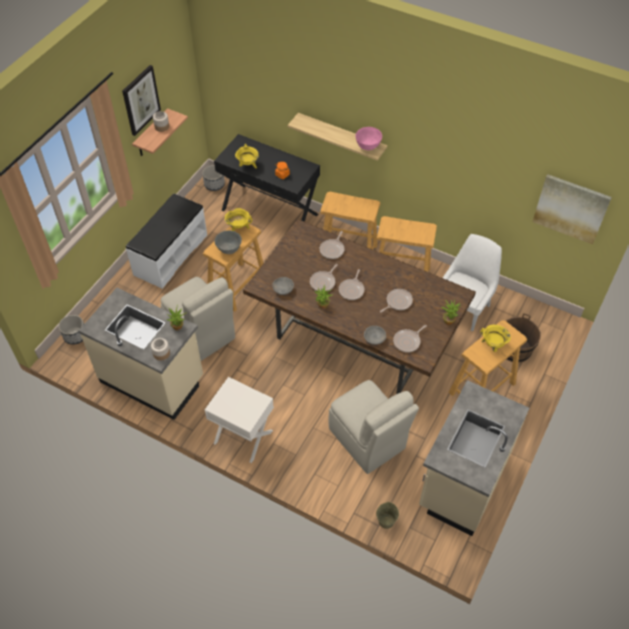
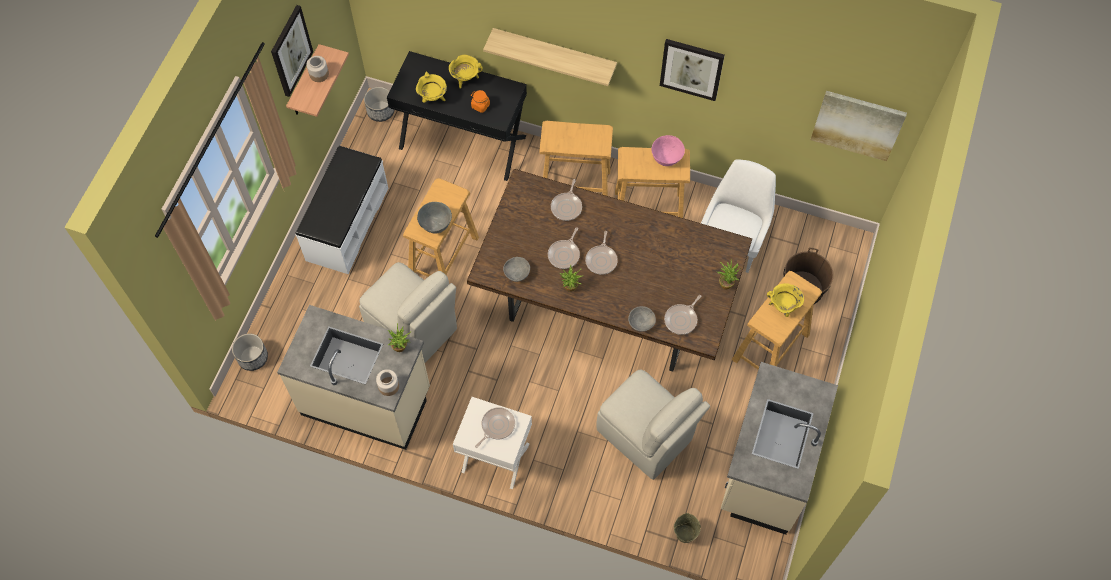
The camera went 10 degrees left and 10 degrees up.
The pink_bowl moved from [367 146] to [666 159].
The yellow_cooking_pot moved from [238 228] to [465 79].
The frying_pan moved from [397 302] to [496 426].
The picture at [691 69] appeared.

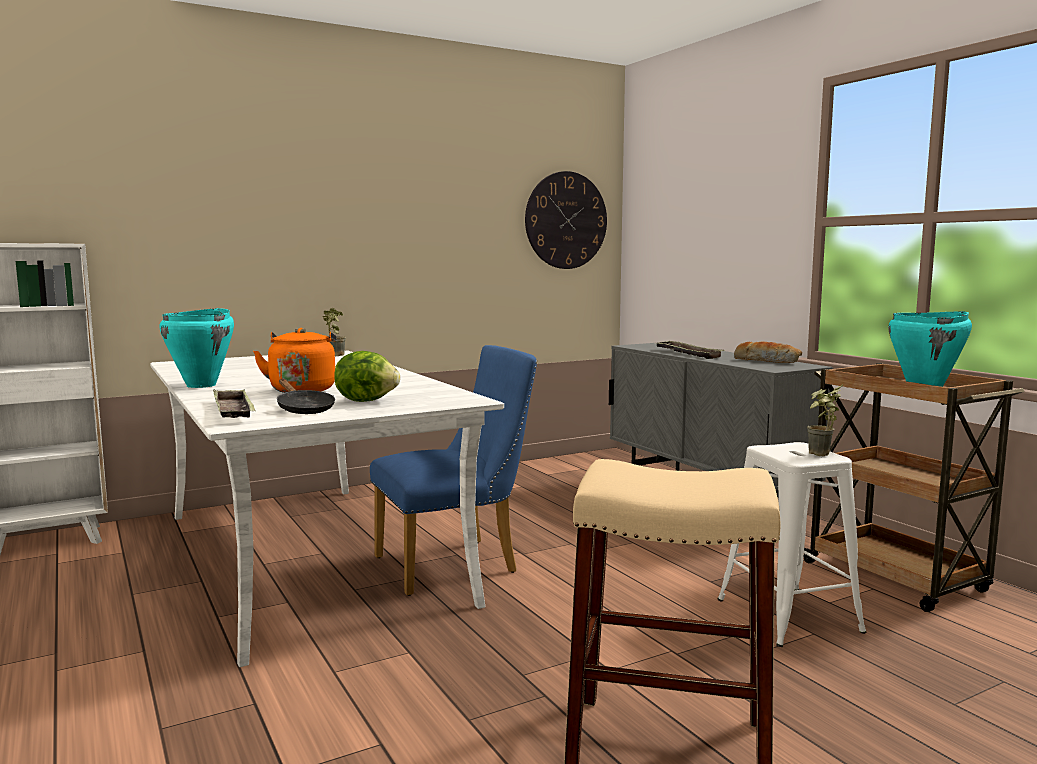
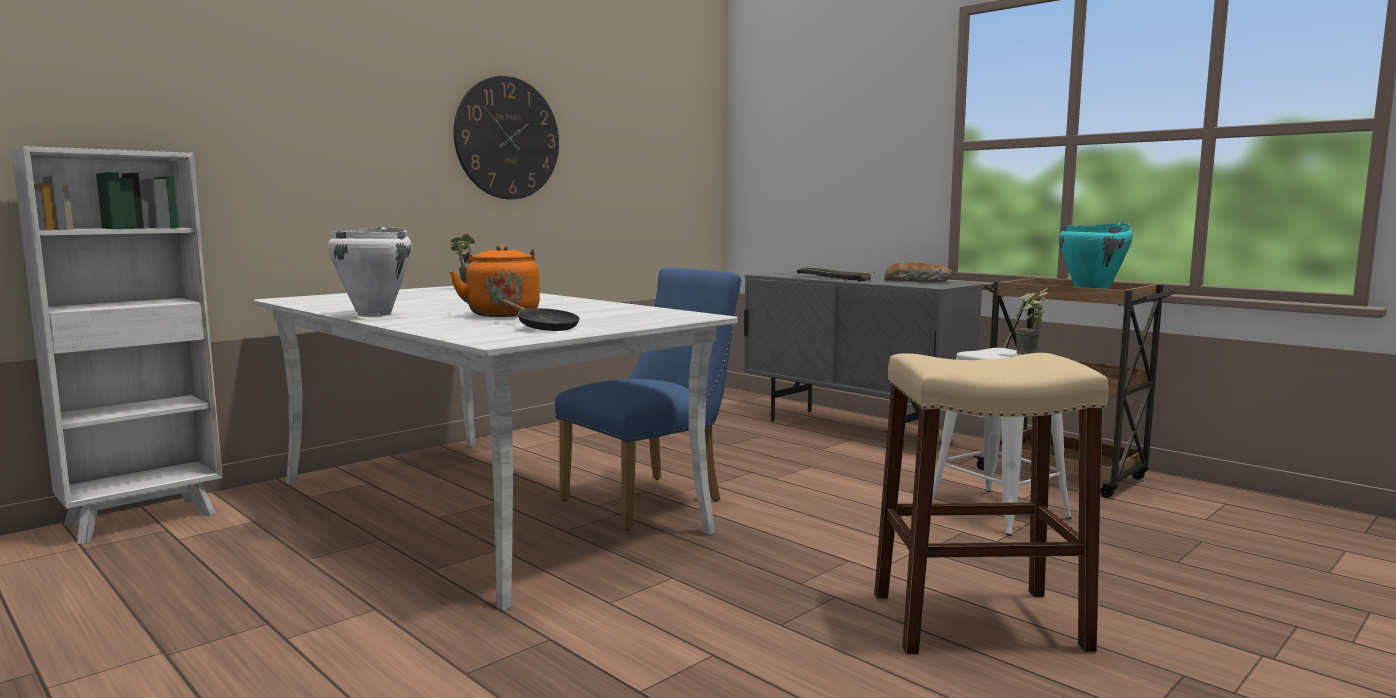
The camera went 15 degrees left and 0 degrees up.
The wall_clock moved from [566 220] to [507 138].
The turquoise_cooking_pot at [202 385] became the white_cooking_pot at [375 314].
The lettuce at [367 401] disappeared.
The tray at [233 411] disappeared.

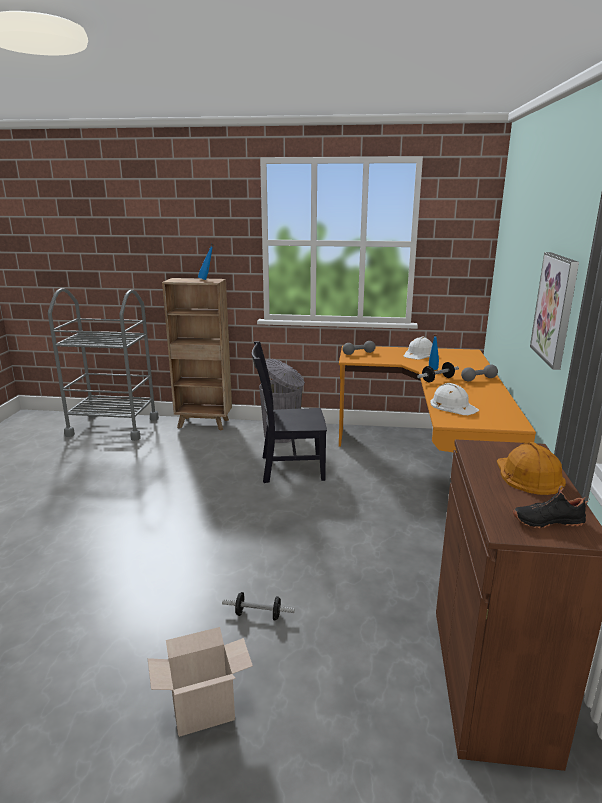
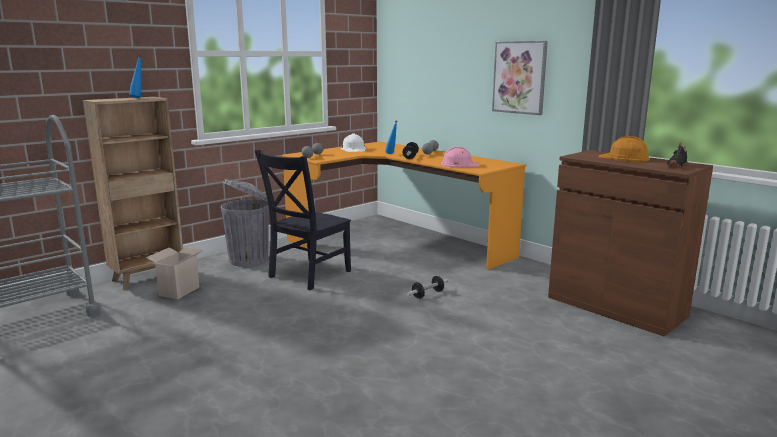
The camera went 50 degrees left and 5 degrees down.
The white_hard_hat at [453 406] became the pink_hard_hat at [459 164].
The dumbbell moved from [258 615] to [427 294].
The cardboard_box moved from [205 709] to [179 291].

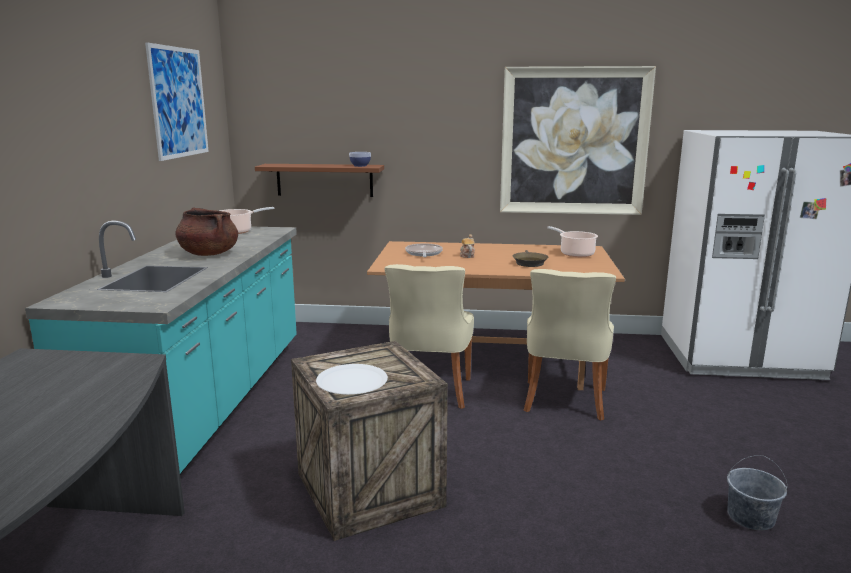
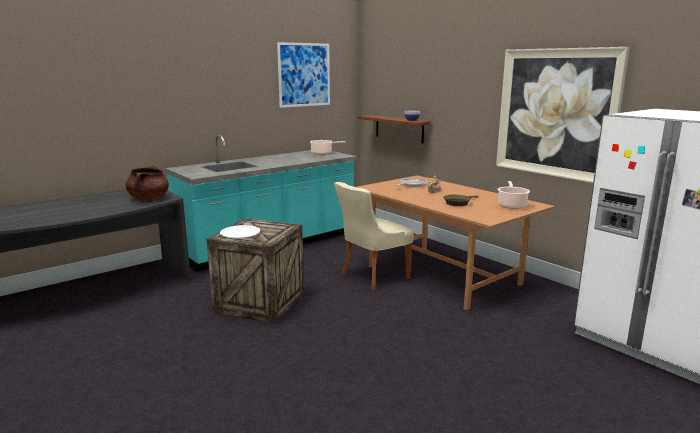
The camera went 45 degrees right and 0 degrees up.
The brown_cooking_pot moved from [209 254] to [149 198].
The beige_chair at [564 401] disappeared.
The grey_bucket at [750 517] disappeared.

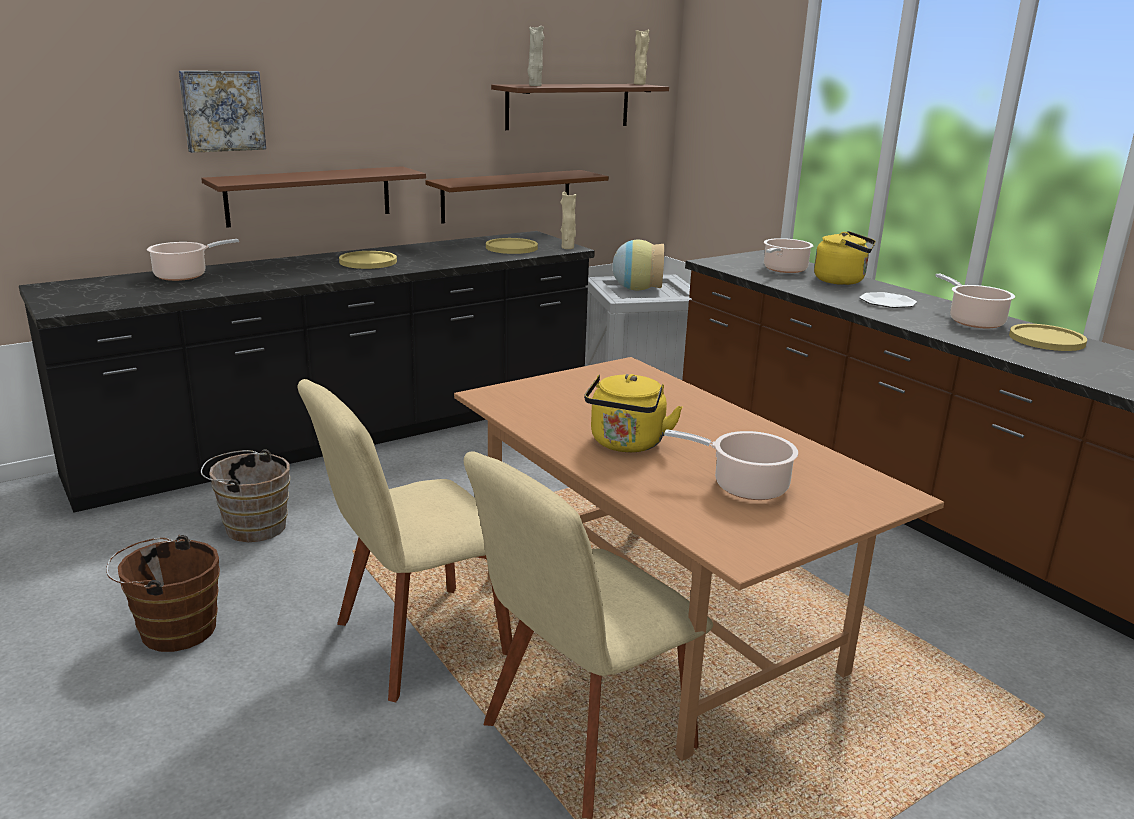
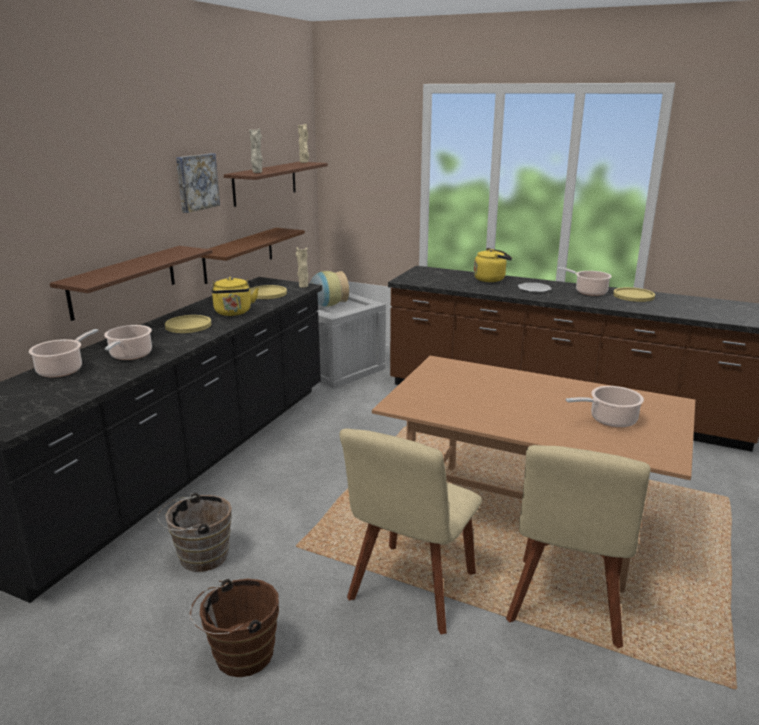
The camera went 30 degrees left and 0 degrees up.
The picture moved from [222 111] to [196 182].
The cooking_pot moved from [784 270] to [130 355].
The yellow_kettle moved from [626 444] to [233 313].

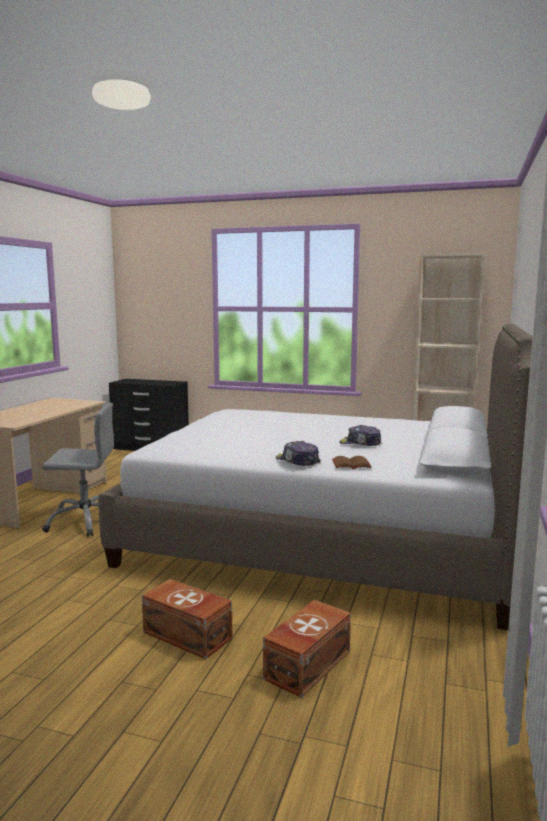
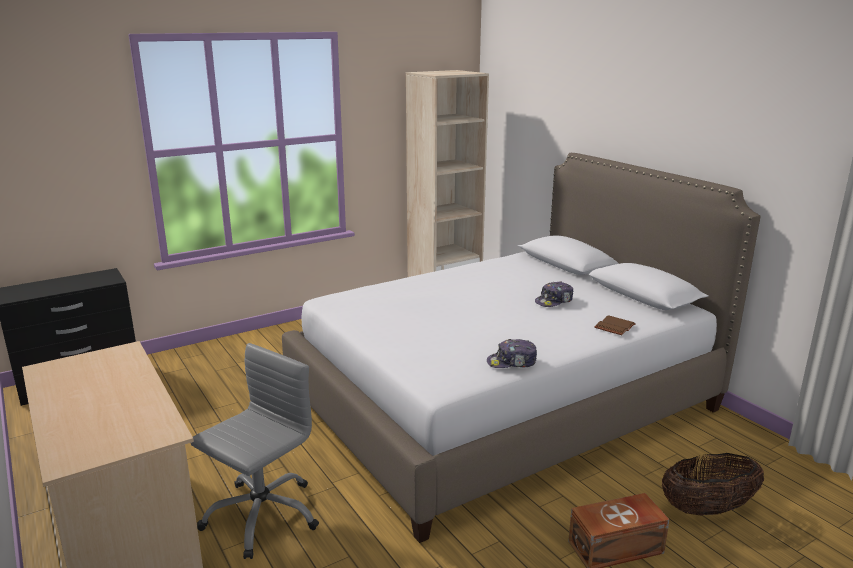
The camera went 50 degrees left and 10 degrees up.
The cap moved from [297 461] to [512 362].
The brown_storage_box at [306 665] was replaced by the basket at [707 508].

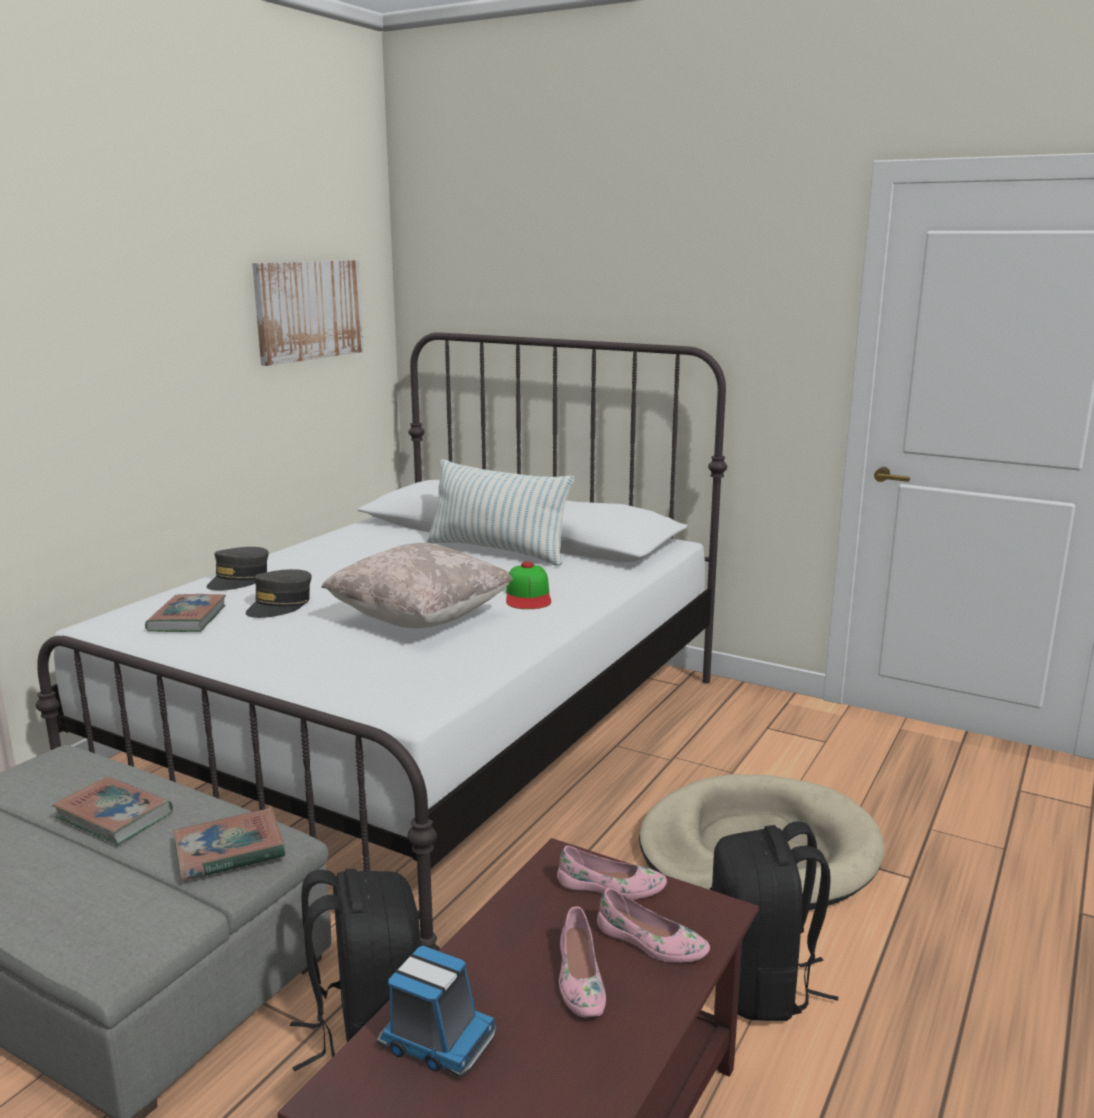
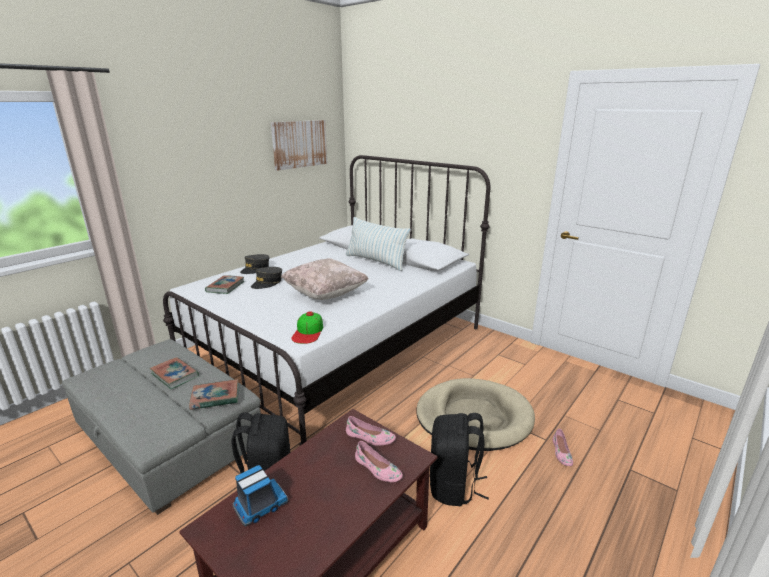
The camera went 10 degrees right and 5 degrees up.
The cap moved from [528 595] to [308 332].
The pink_shoe moved from [579 979] to [561 453].
The toy_truck at [435 1040] turned 75 degrees counterclockwise.

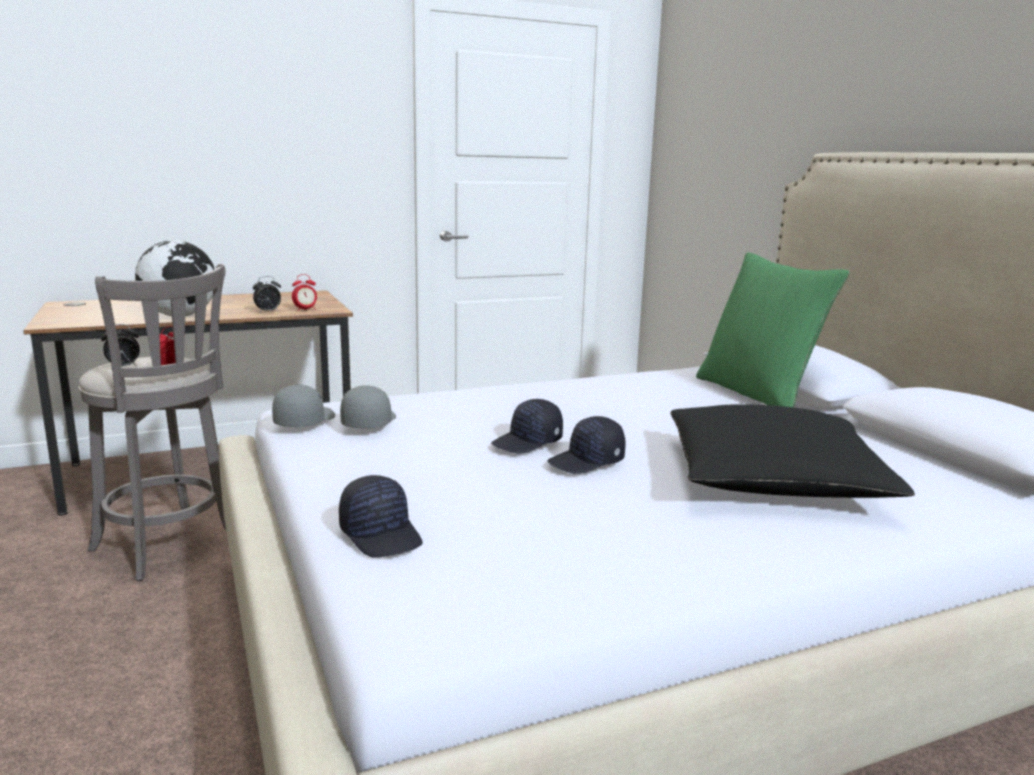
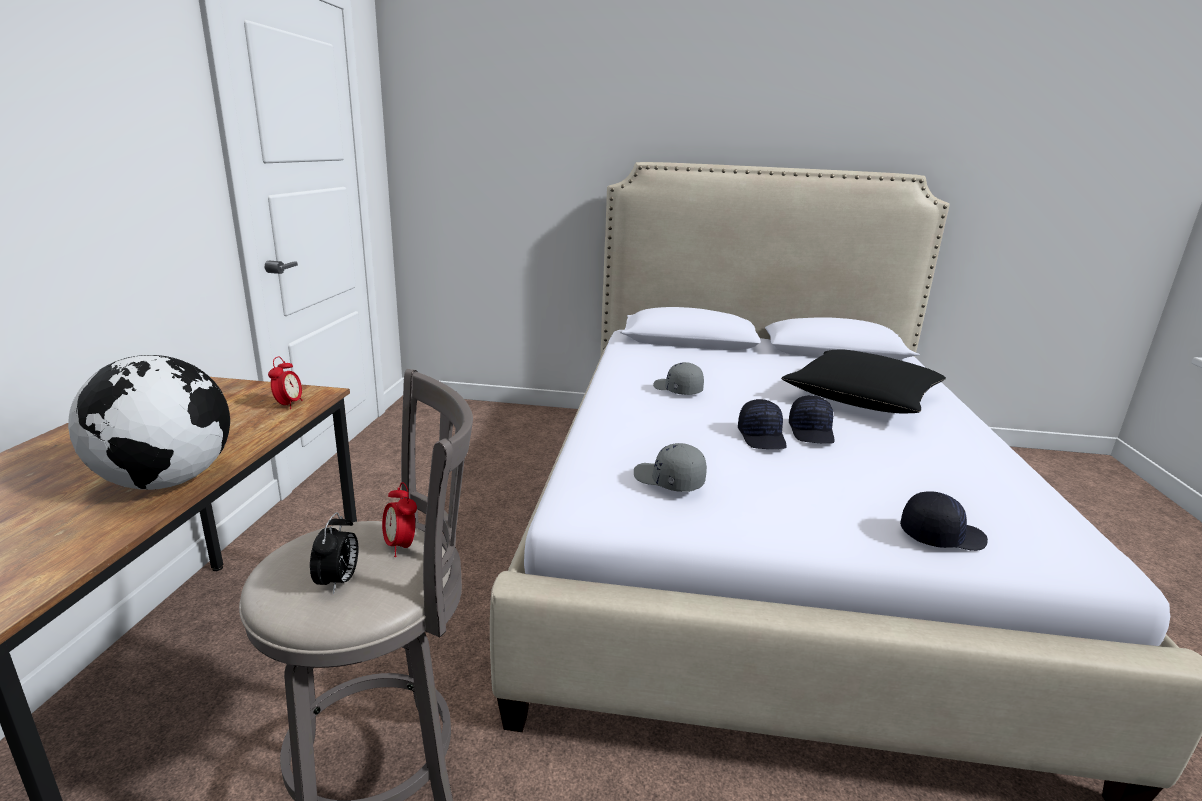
The camera went 60 degrees left and 5 degrees up.
The green_pillow at [758 394] disappeared.
The alarm_clock at [268 312] disappeared.
The grey_cap moved from [304 421] to [677 390].

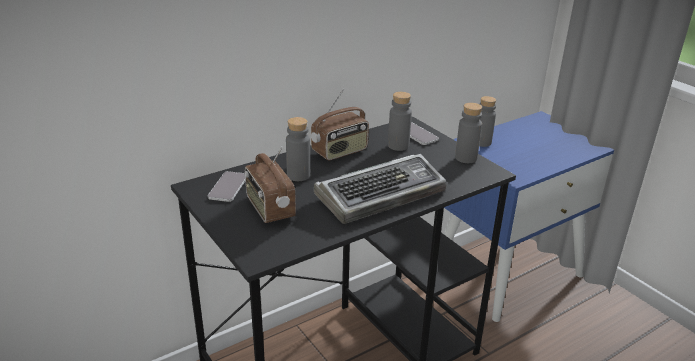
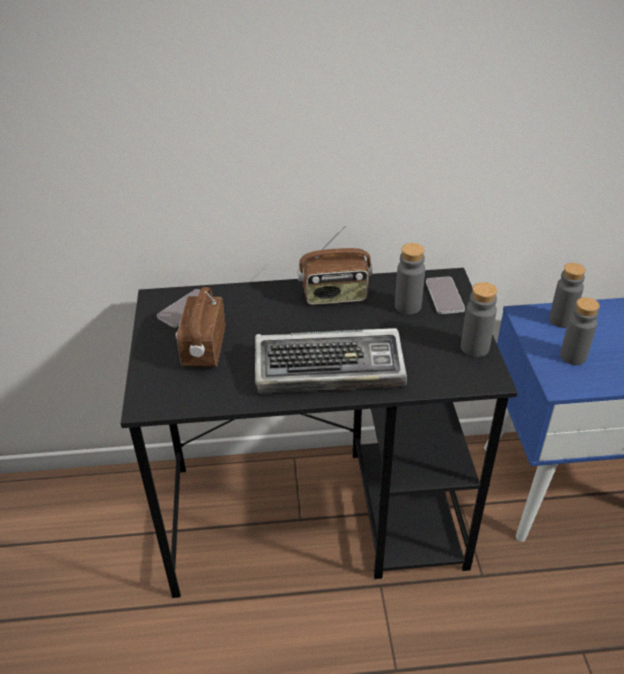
The camera went 30 degrees right and 10 degrees up.
The grey_bottle moved from [298 175] to [573 356].

